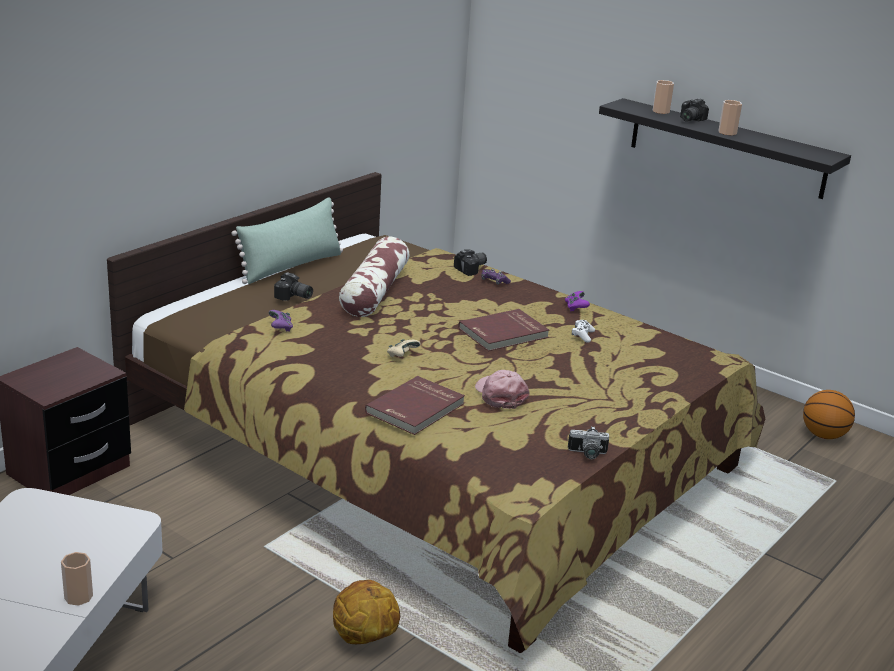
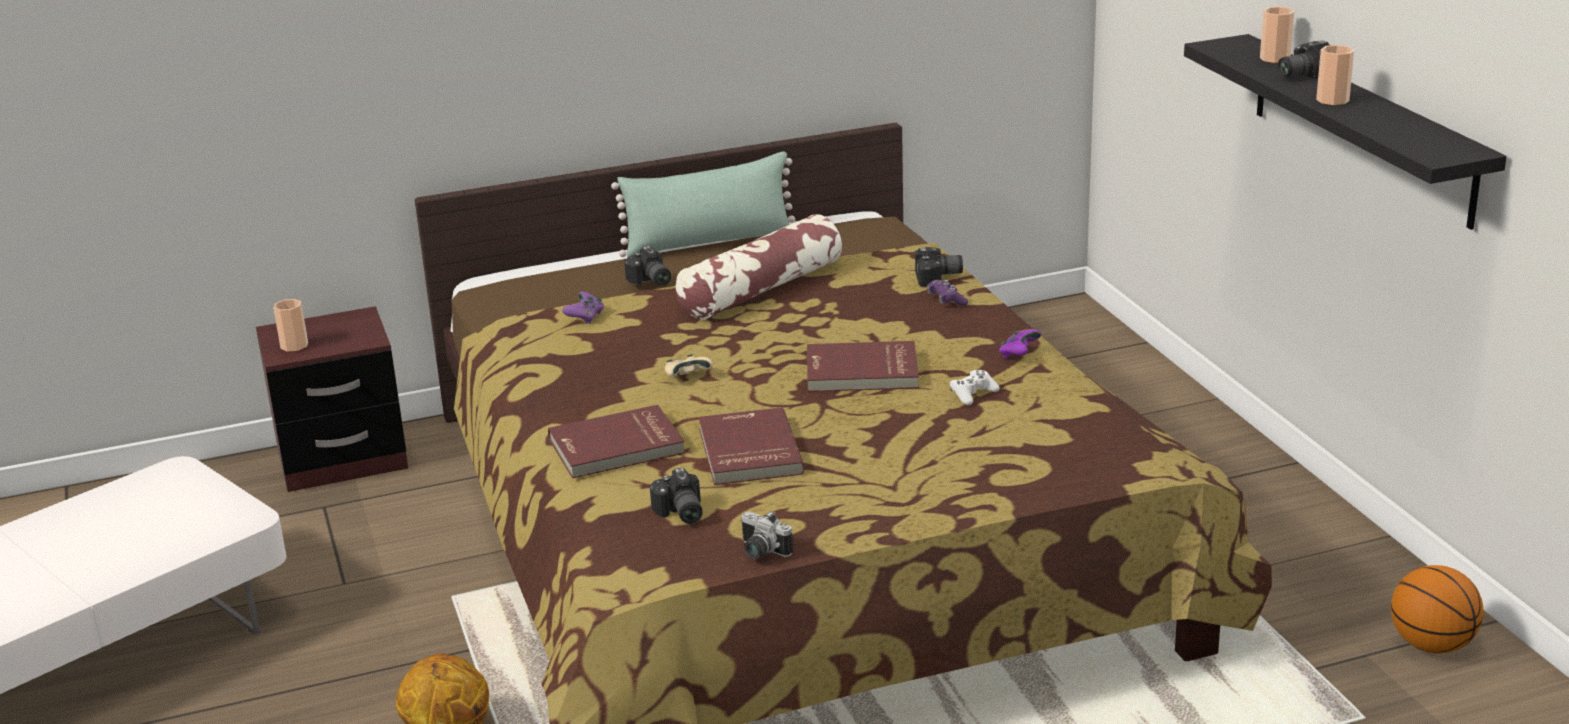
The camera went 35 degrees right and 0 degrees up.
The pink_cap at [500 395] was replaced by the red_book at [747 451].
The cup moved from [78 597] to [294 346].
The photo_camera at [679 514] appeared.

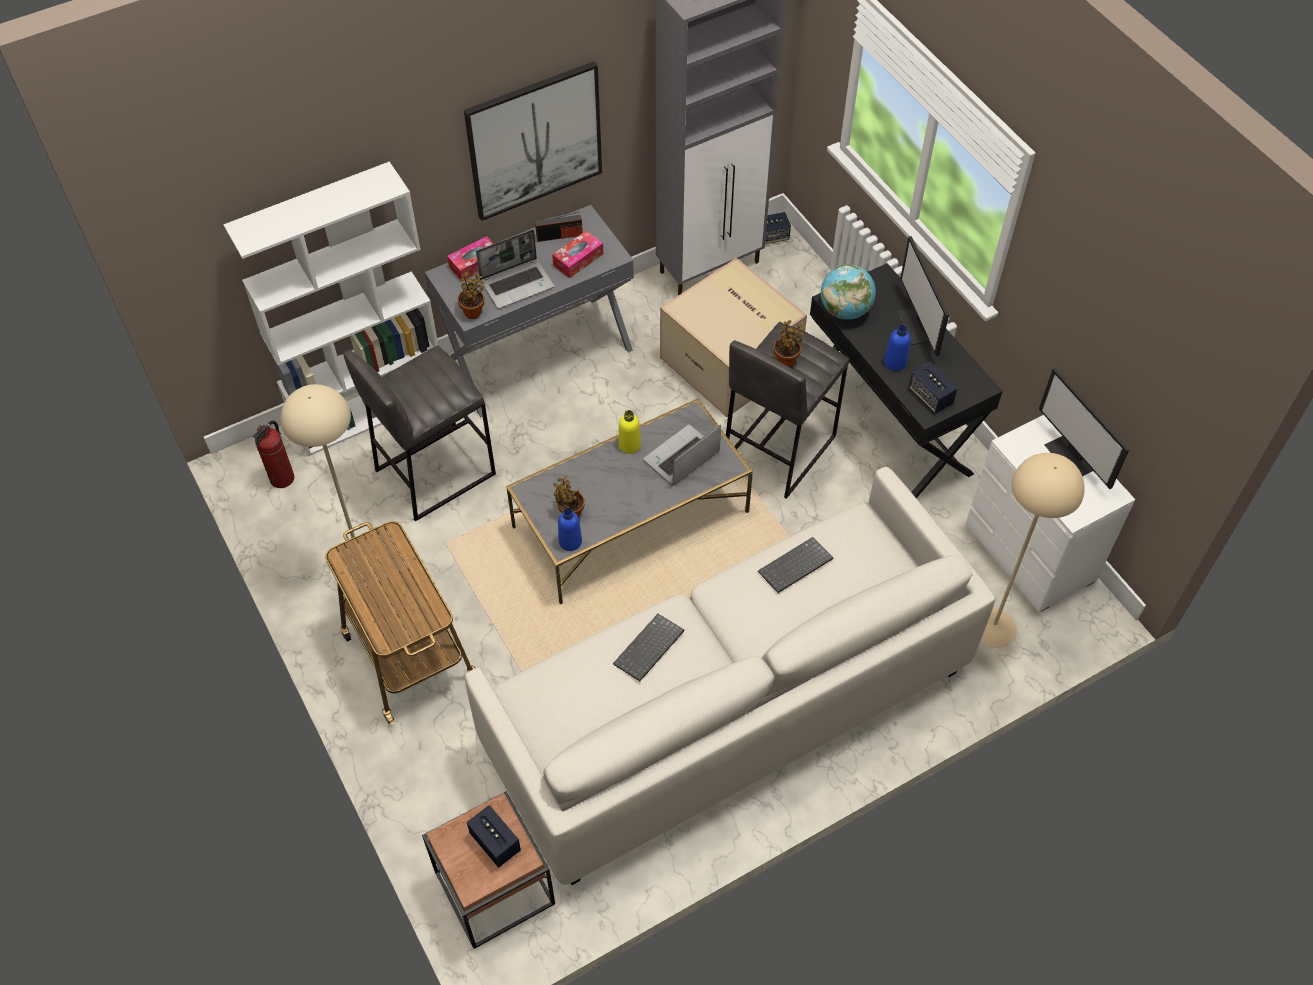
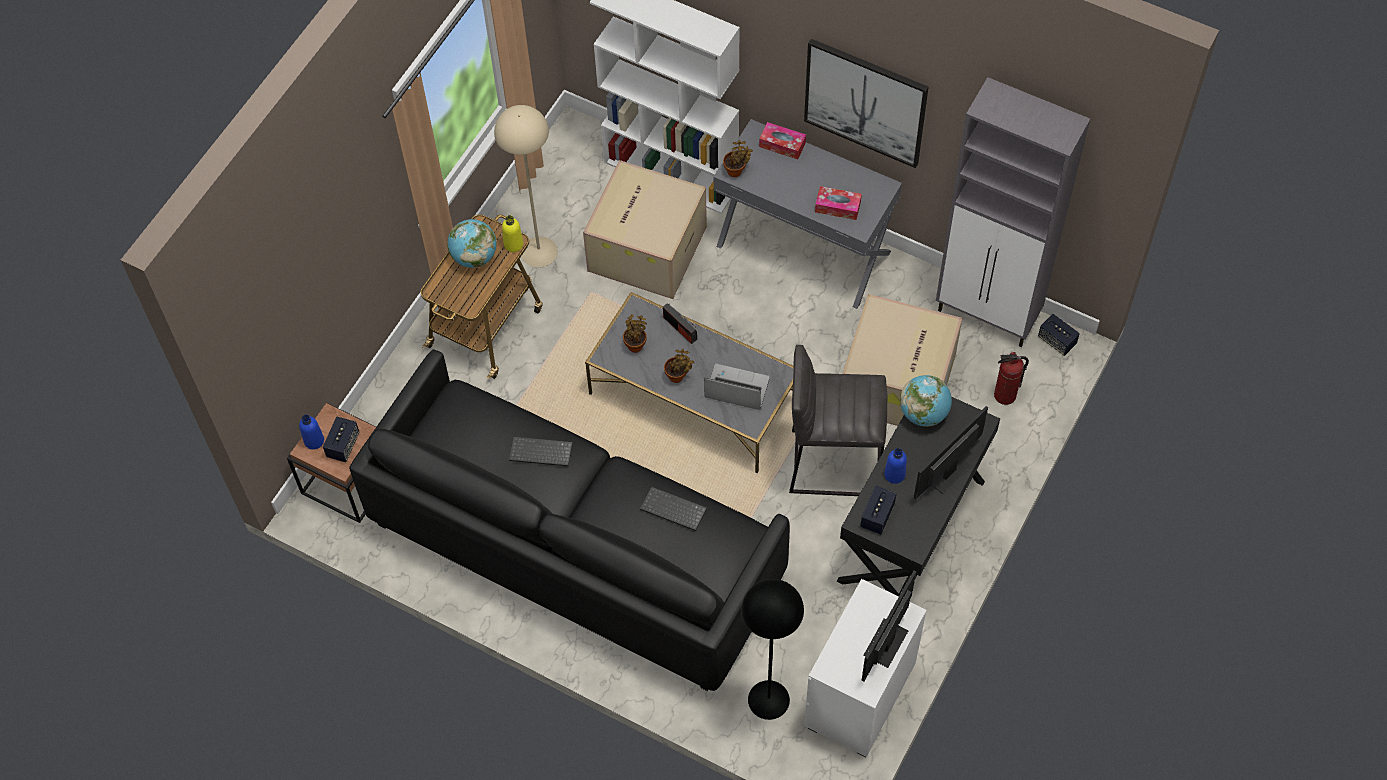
The camera went 60 degrees right and 5 degrees up.
The radio moved from [559 235] to [680 328].
The laptop at [517 284] disappeared.
The potted_plant moved from [786 360] to [678 376].
The grey_stool at [433 472] was replaced by the cardboard_box at [646 247].
The yellow_bottle moved from [629 445] to [513 244].
The fire_extinguisher moved from [282 479] to [1005 395].
The beige_floor_lamp at [993 628] became the black_floor_lamp at [768 700].
The white_sofa at [728 707] became the black_sofa at [575 549].
The blue_bottle moved from [570 541] to [314 441].
The globe at [474 257] appeared.

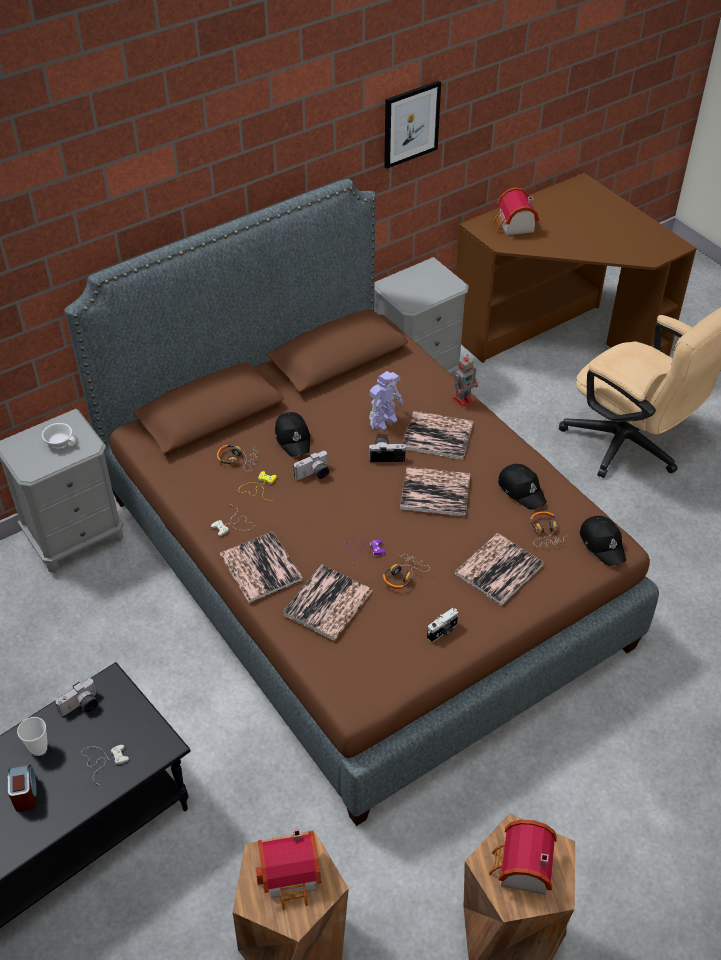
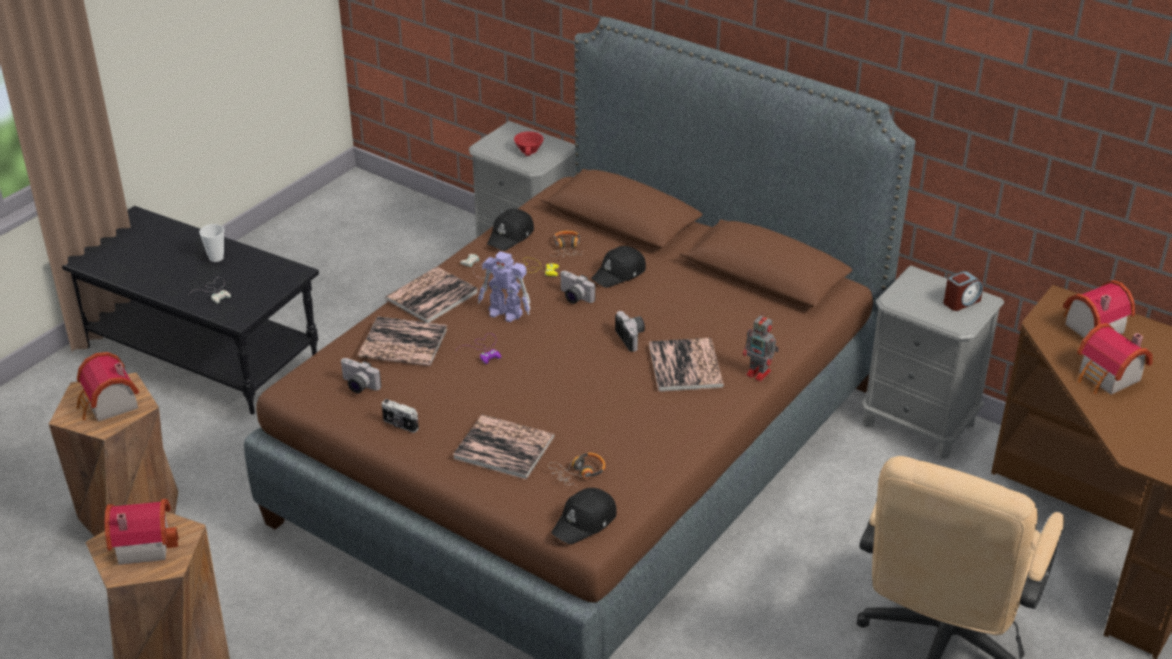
The camera went 70 degrees right and 10 degrees down.
The picture at [411 124] disappeared.
The toy_robot moved from [384 420] to [506 313].
The white_cup at [61 441] became the red_cup at [530 150].
The black_cap moved from [522 490] to [511 236].
The book at [435 492] disappeared.
The headphones at [403 575] disappeared.
The photo_camera moved from [81 706] to [358 386].
The alarm_clock moved from [25 793] to [961 302].
The toy_house at [1108 378] appeared.

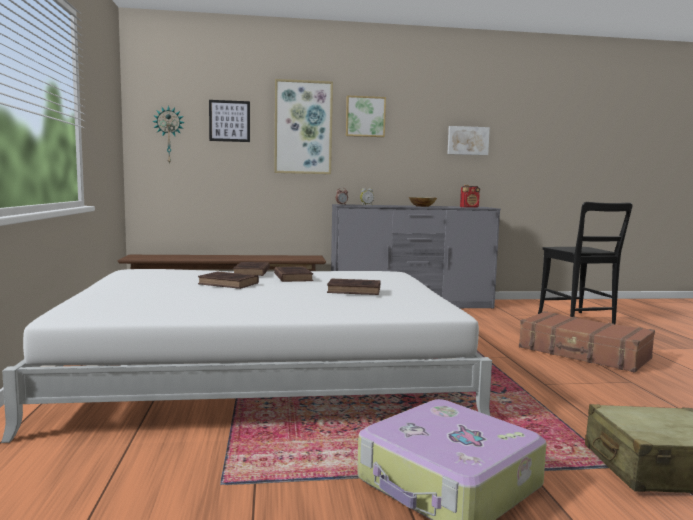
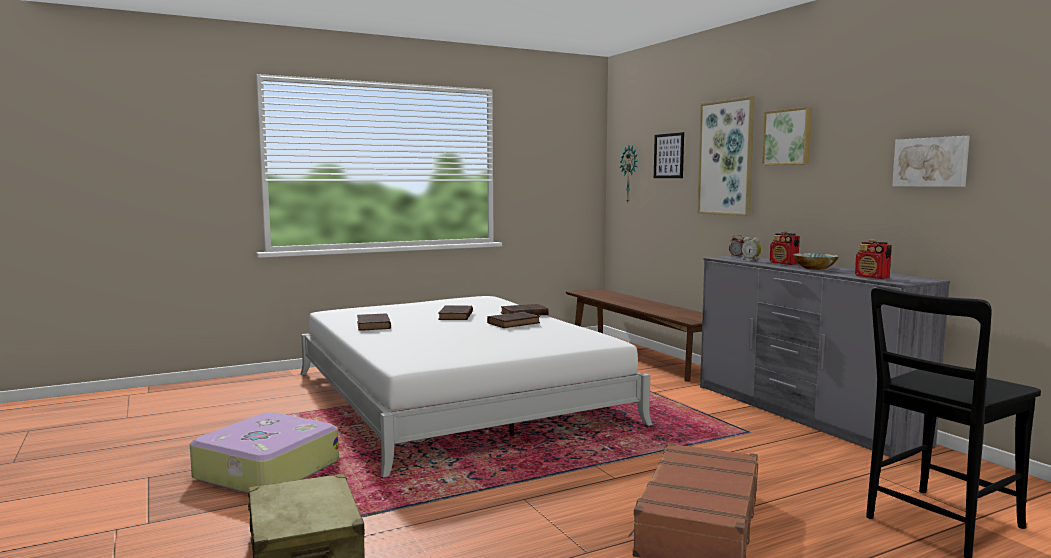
The camera went 70 degrees right and 0 degrees up.
The brown_book moved from [355 290] to [373 325].
The radio at [784 264] appeared.

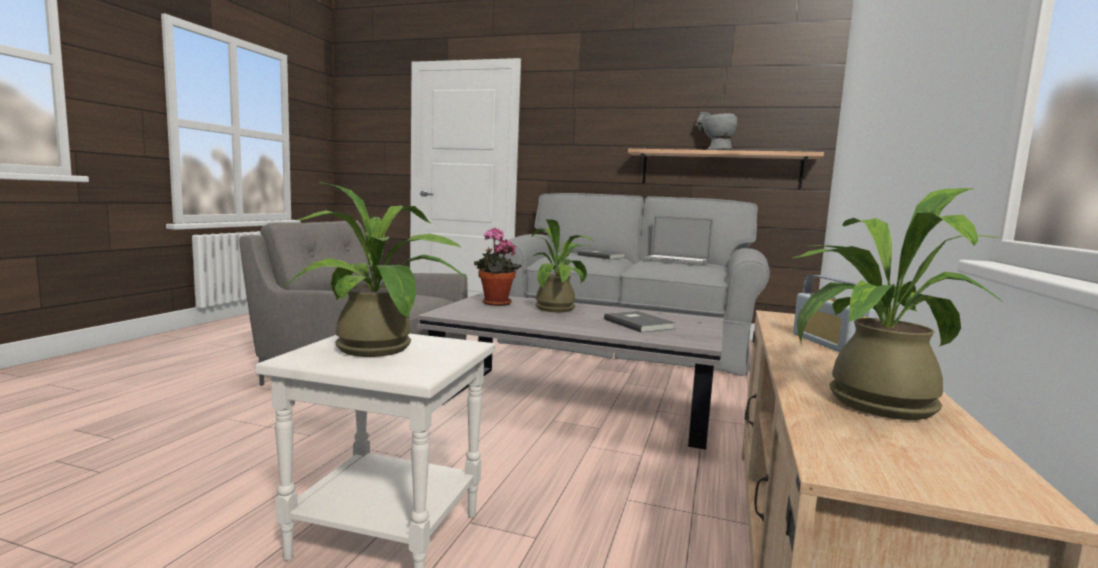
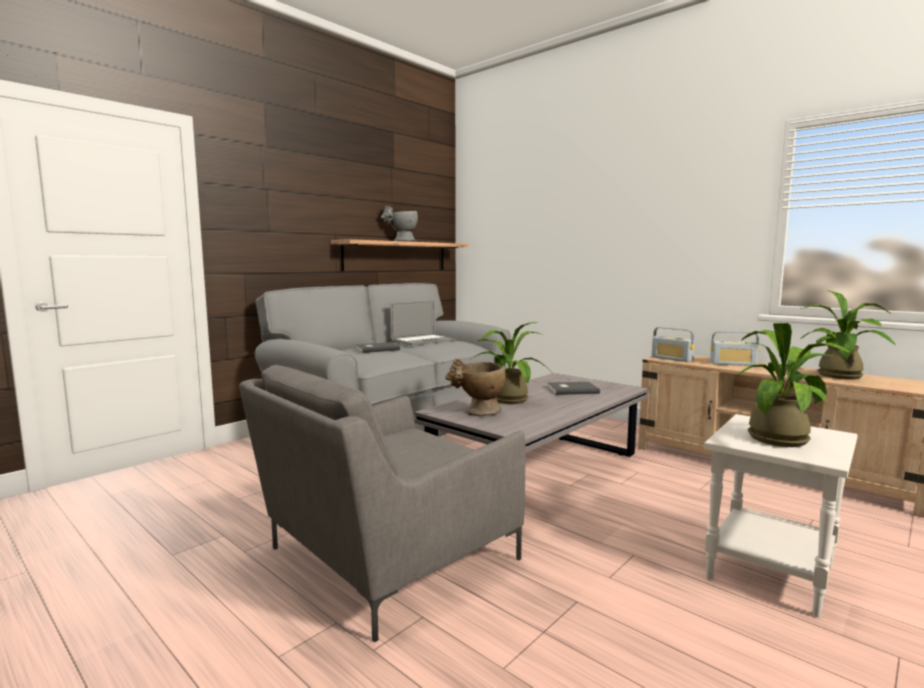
The camera went 65 degrees left and 0 degrees up.
The potted_plant at [494 303] was replaced by the beige_vase at [477 413].
The radio at [672 359] appeared.

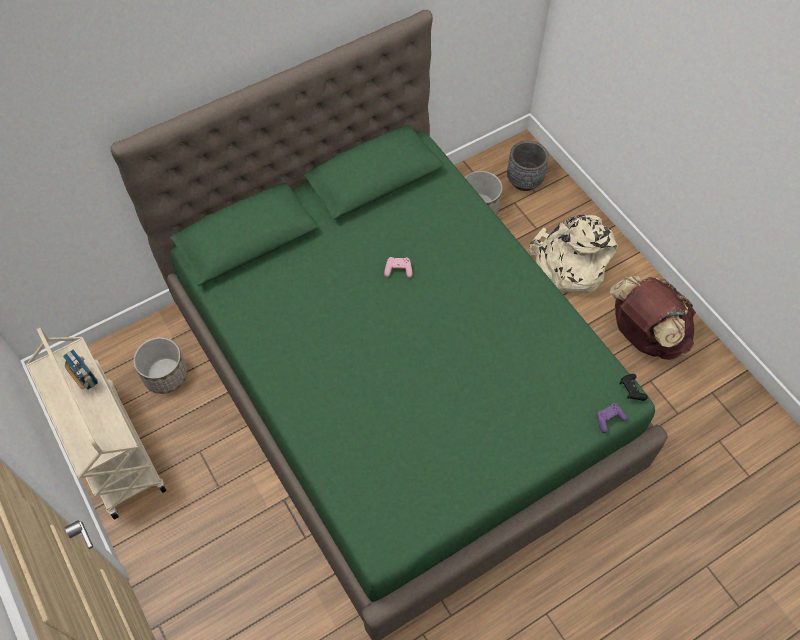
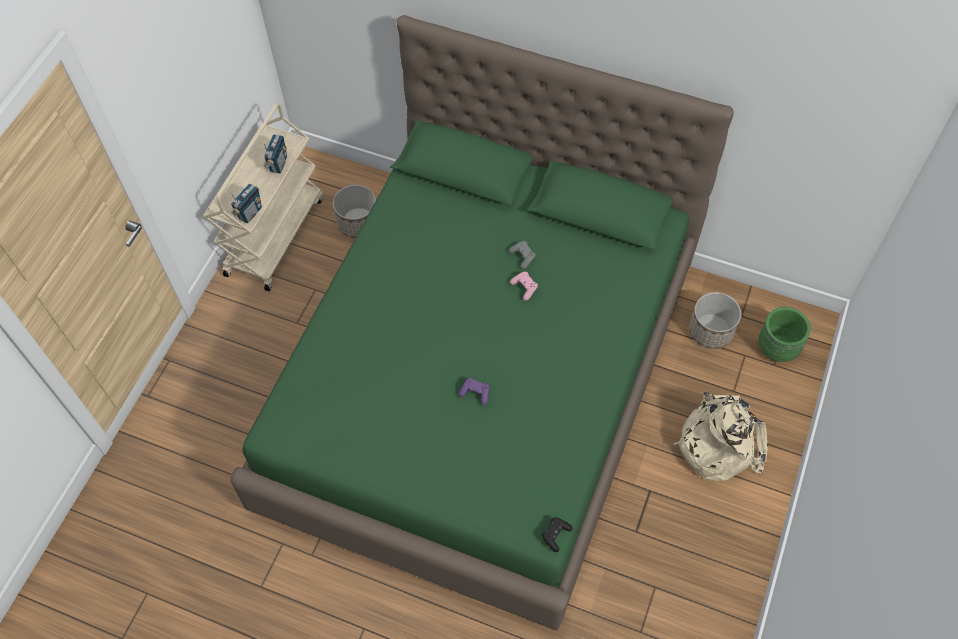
The camera went 55 degrees right and 0 degrees up.
The grey_planter at [524 181] became the green_planter at [777 348].
The brown_backpack at [644 335] disappeared.
The purple_game_controller moved from [608 419] to [475 393].
The radio at [250 213] appeared.
The grey_game_controller at [523 257] appeared.

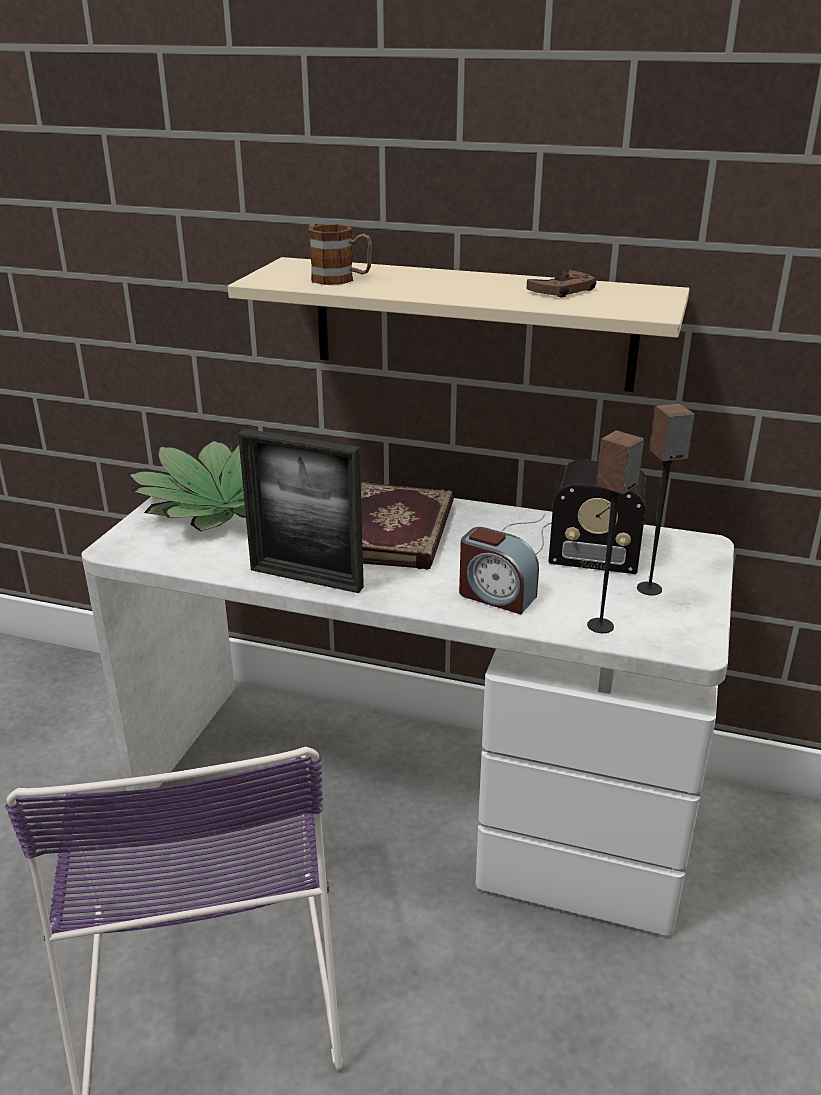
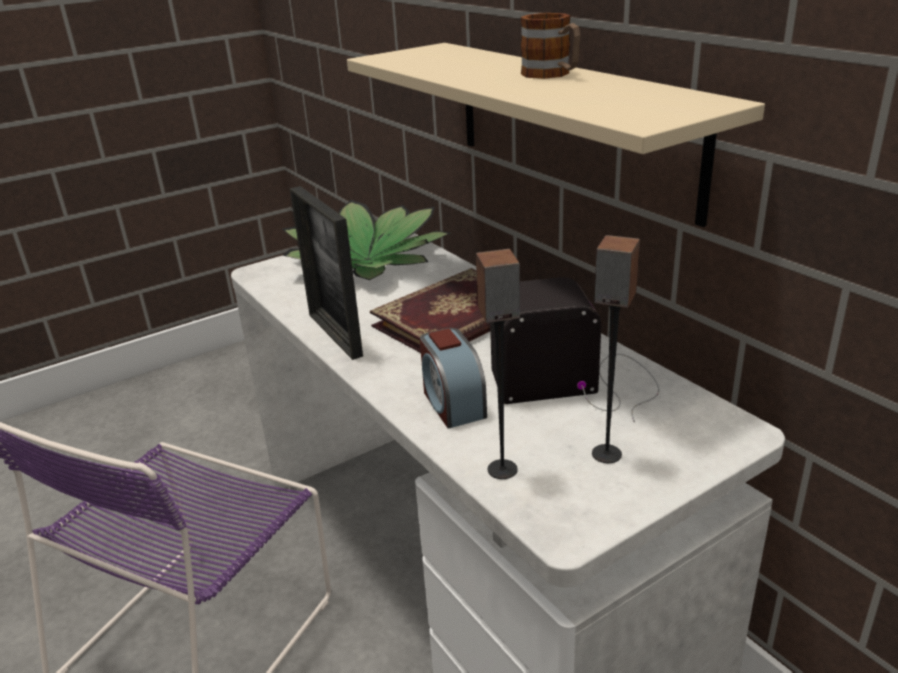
The camera went 40 degrees right and 0 degrees up.
The mug moved from [341 280] to [552 75].
The brown_game_controller at [562 290] disappeared.
The radio at [563 547] turned 120 degrees clockwise.

